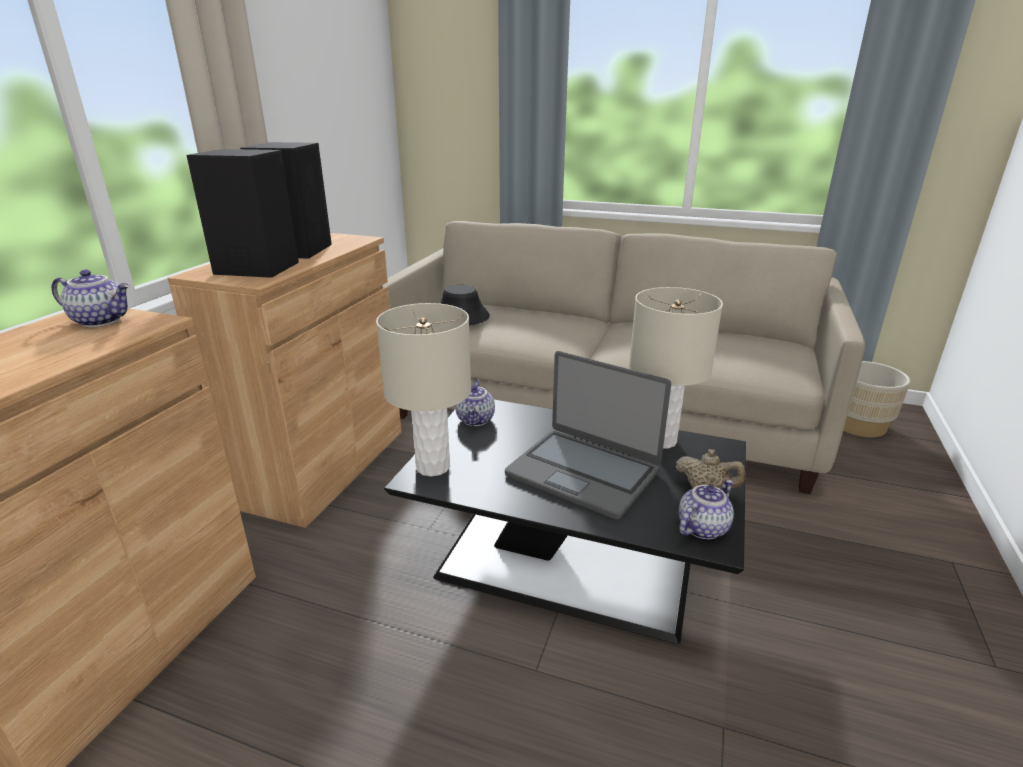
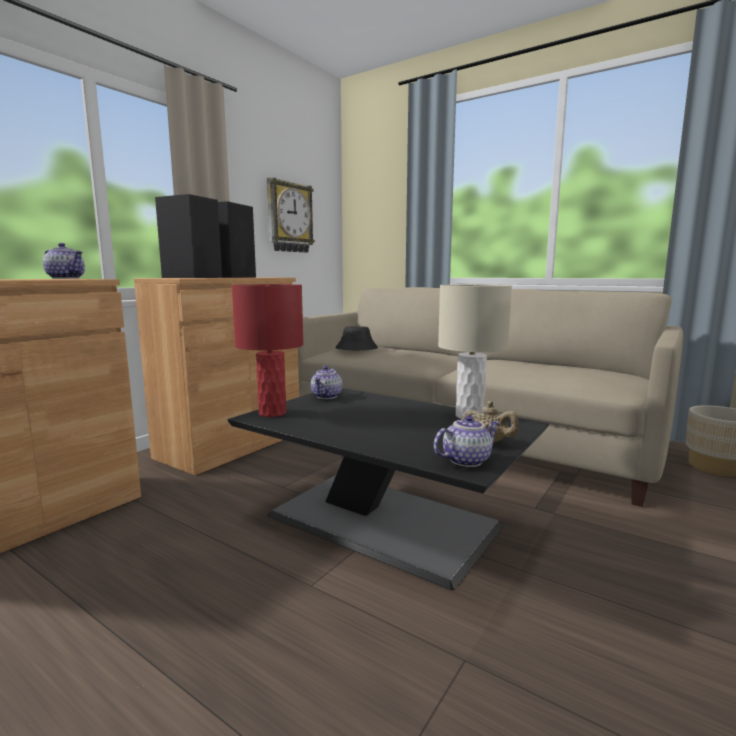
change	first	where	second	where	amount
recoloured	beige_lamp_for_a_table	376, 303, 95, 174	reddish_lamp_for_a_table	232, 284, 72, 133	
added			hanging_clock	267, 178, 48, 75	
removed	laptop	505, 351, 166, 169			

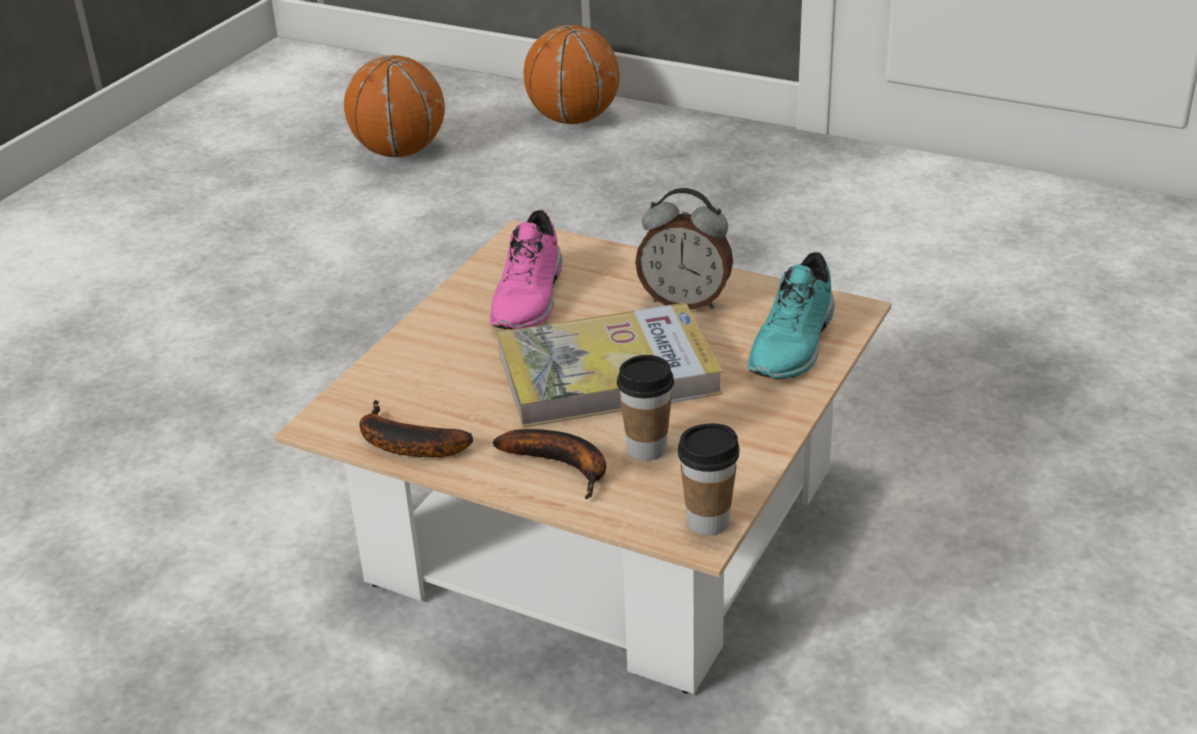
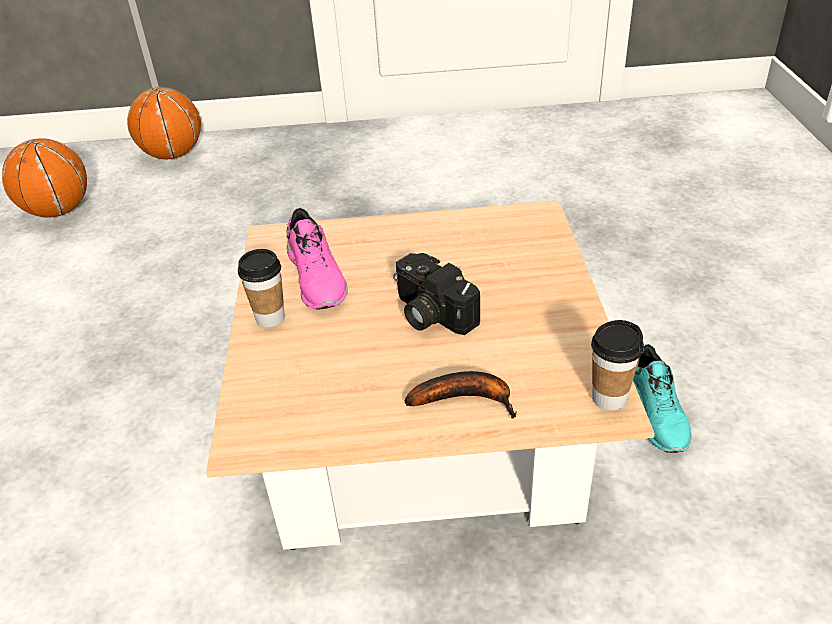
change	first	where	second	where	amount
moved	drinking_cup	617, 355, 57, 106		238, 249, 47, 79	
replaced	bound_book	498, 303, 225, 125	photo_camera	393, 253, 87, 82	
moved	turquoise-coloured_low_shoe	748, 252, 87, 127		633, 344, 59, 109	
removed	banana	359, 400, 114, 57			
removed	bedside_clock	635, 188, 98, 121			

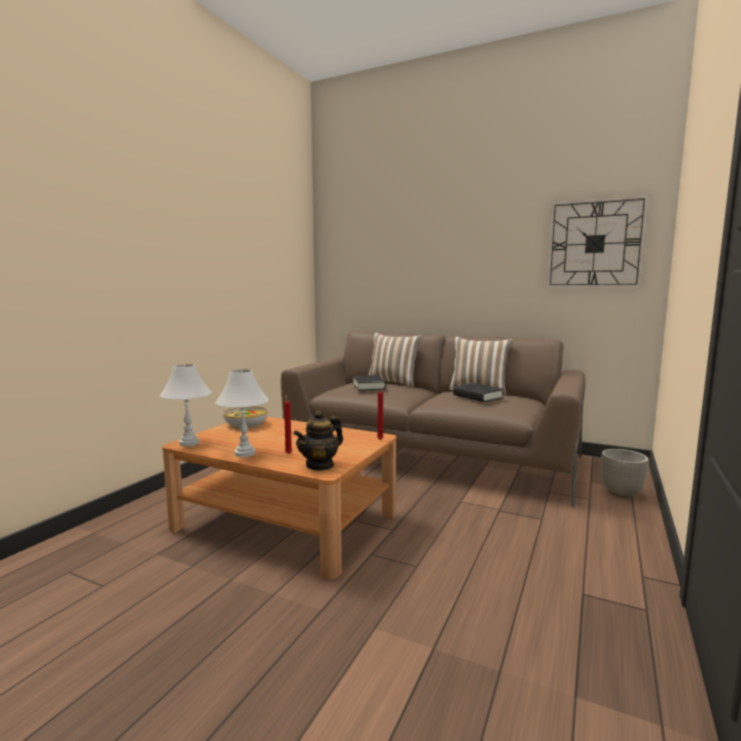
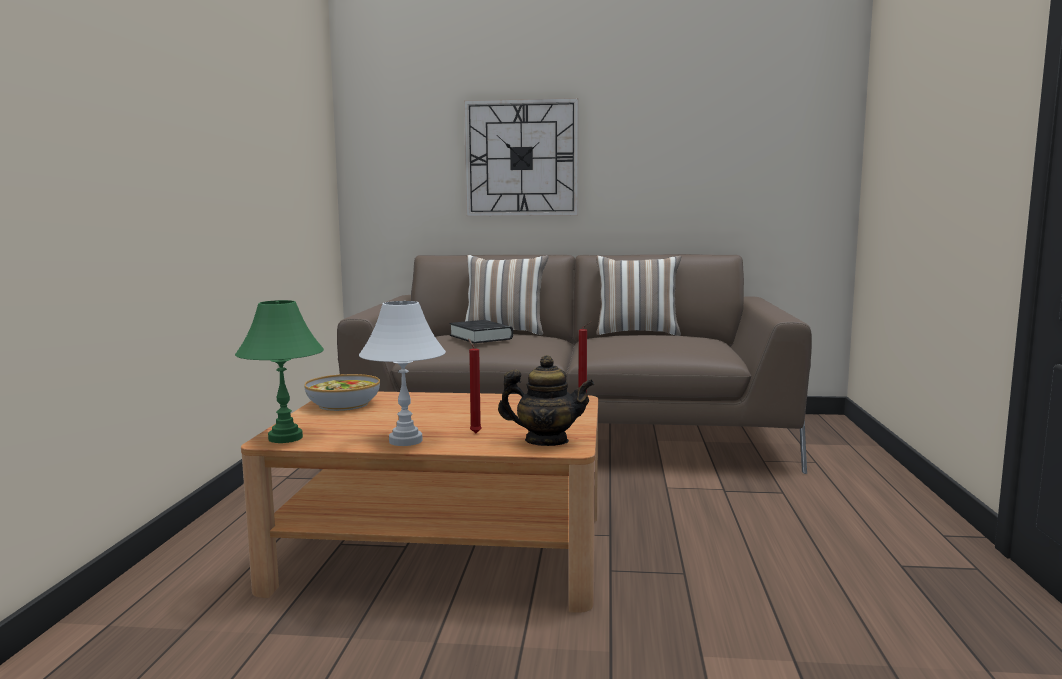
change	first	where	second	where	amount
recoloured	whitish_lamp_for_a_table	160, 364, 52, 82	greenish_lamp_for_a_table	235, 300, 89, 143	
moved	hanging_clock	546, 195, 103, 93		464, 98, 115, 118	
turned	pot_for_tea	293, 410, 50, 61		498, 355, 97, 91	105 degrees counterclockwise
removed	black-coloured_bound_book	453, 383, 50, 19			
removed	plant_pot	601, 449, 48, 49			

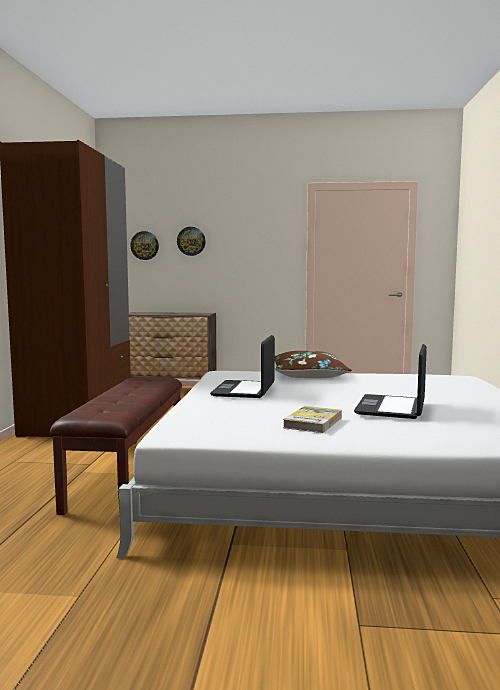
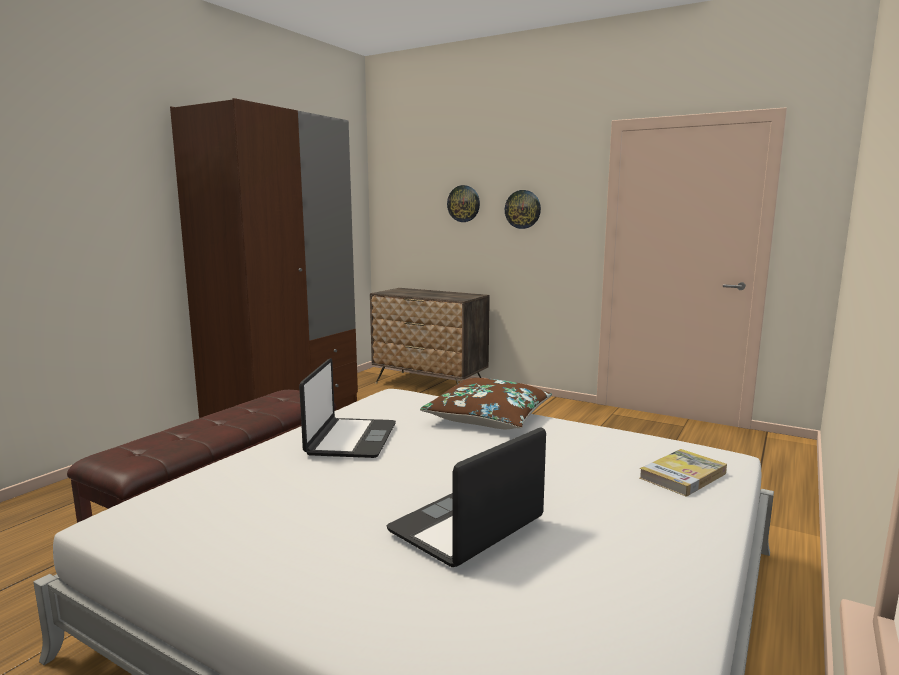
change	first	where	second	where	amount
turned	laptop	210, 335, 65, 63		299, 358, 97, 100	150 degrees clockwise
moved	hanging_clock	130, 231, 29, 29		505, 190, 36, 39	
moved	bound_book	283, 406, 59, 27		640, 449, 87, 48	

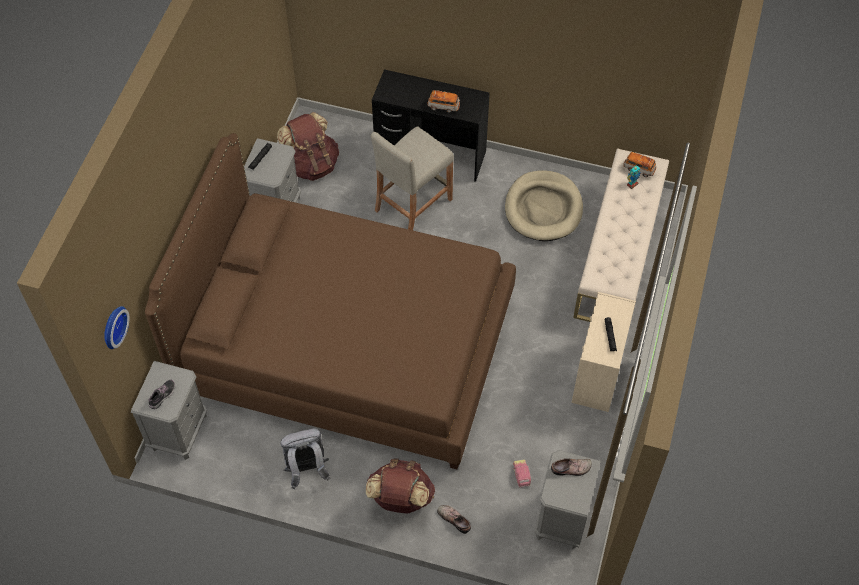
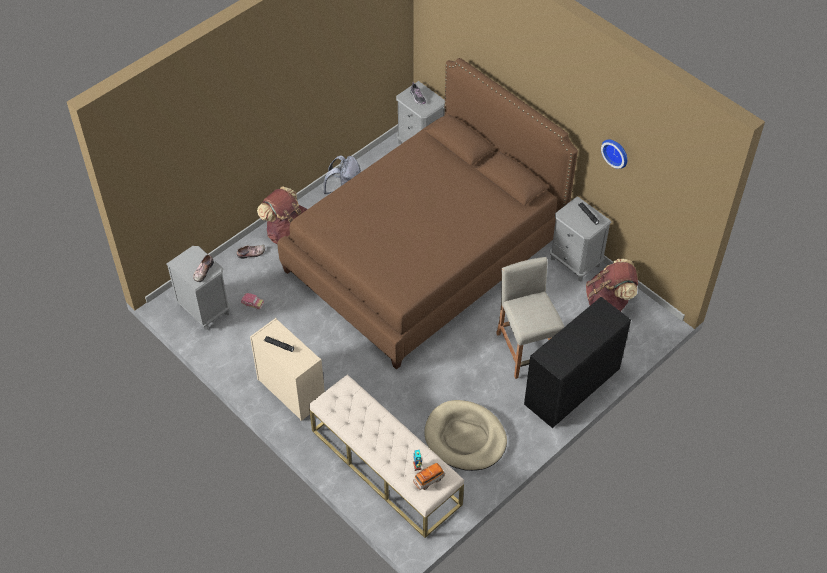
change	first	where	second	where	amount
moved	hanging_clock	104, 306, 25, 43		601, 139, 26, 30	
removed	miniature_car	427, 90, 33, 23			

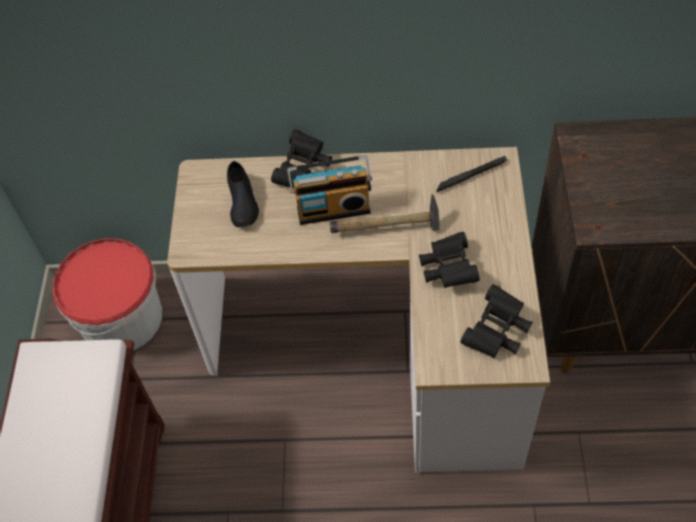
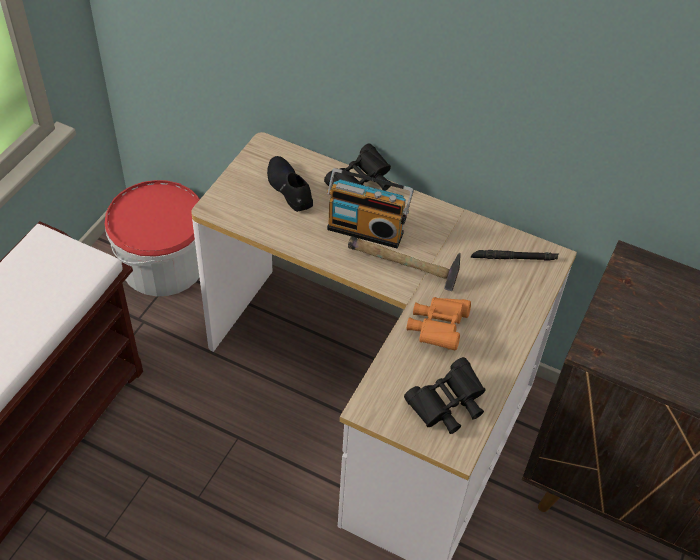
change	first	where	second	where	amount
turned	black-coloured_low_shoe	227, 161, 32, 66		267, 156, 46, 56	135 degrees clockwise
recoloured	black-coloured_binoculars	419, 232, 61, 56	orange_binoculars	407, 297, 64, 53	

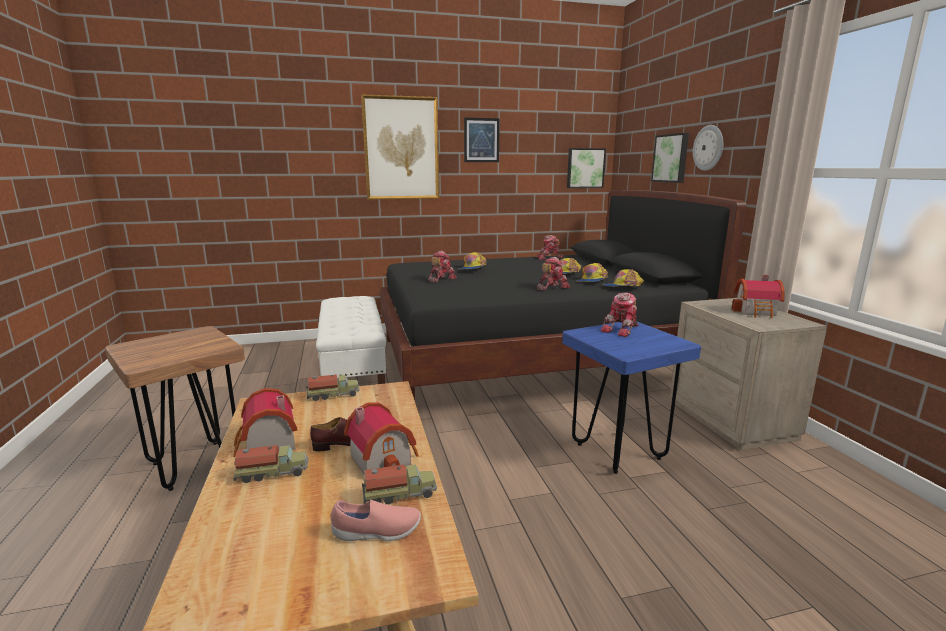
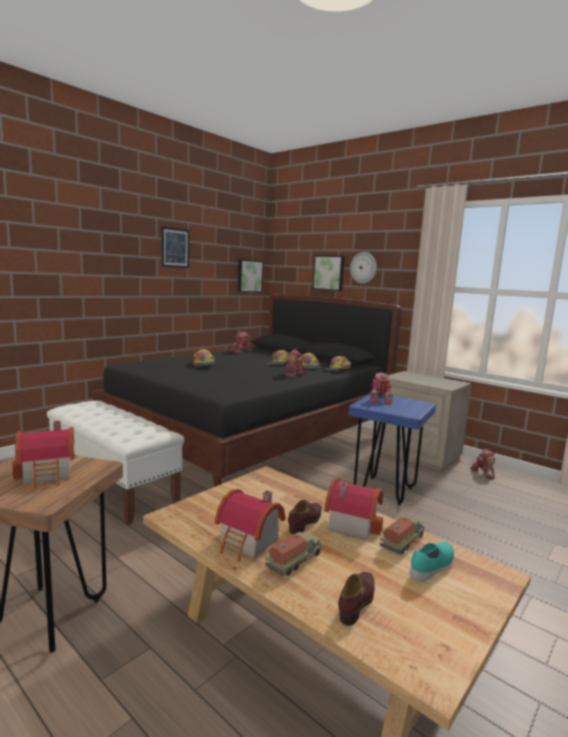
change	first	where	second	where	amount
moved	miniature_house	731, 275, 54, 43		12, 420, 62, 68	
added			brownish_low_shoe	338, 572, 37, 54	
recoloured	pink_low_shoe	331, 500, 90, 41	turquoise-coloured_low_shoe	409, 541, 45, 40	
moved	robot_figure	428, 251, 29, 32		470, 449, 25, 31	
removed	toy_lorry	306, 374, 54, 27			
removed	picture	361, 94, 78, 106			

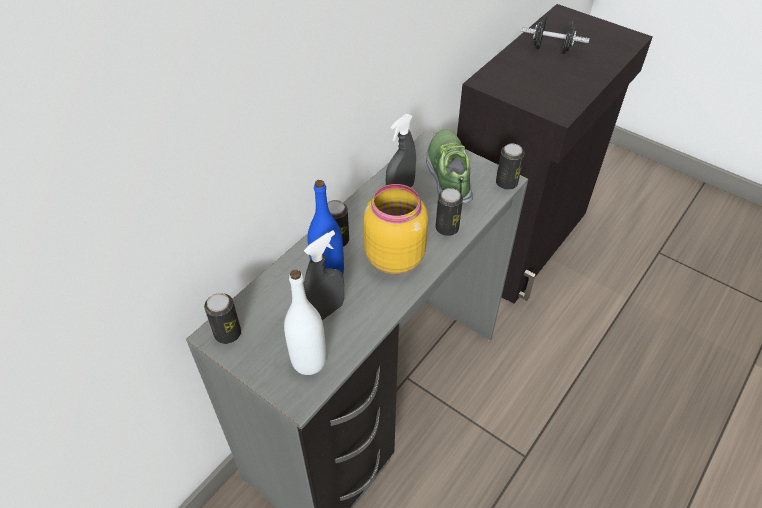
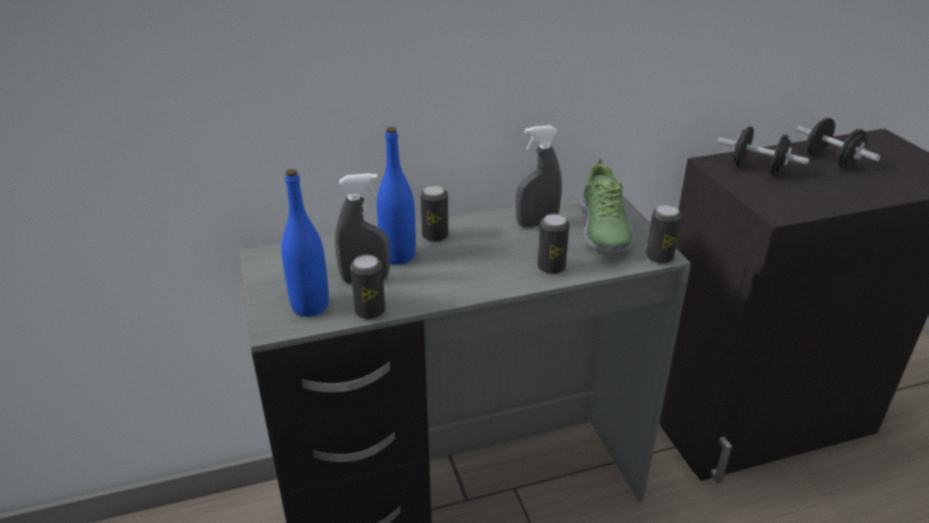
change	first	where	second	where	amount
recoloured	whitish_bottle	284, 270, 42, 105	bluish_bottle	281, 169, 48, 148	
moved	sealed_can	204, 293, 37, 51		350, 255, 35, 65	
turned	low_shoe	426, 129, 47, 75		579, 159, 55, 94	150 degrees clockwise
added			black-coloured_dumbbell	717, 127, 92, 48	
removed	yellowish_storage_jar	364, 184, 64, 90			

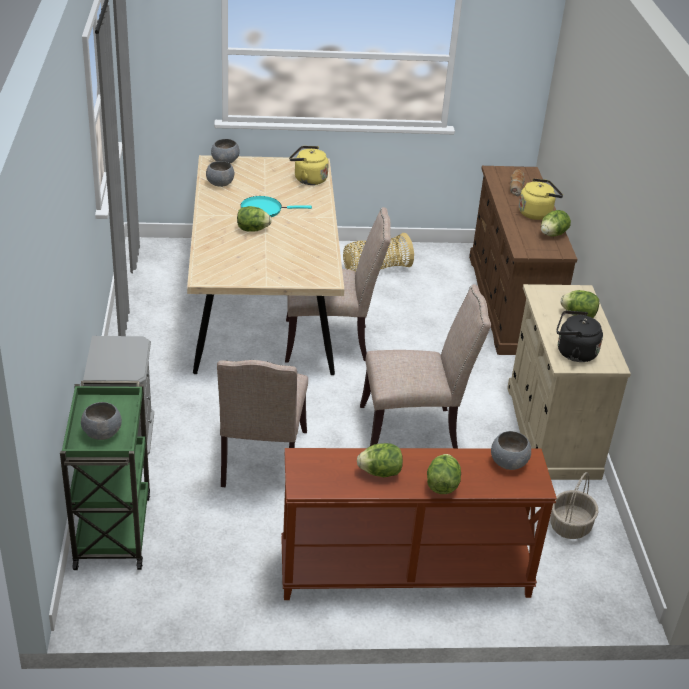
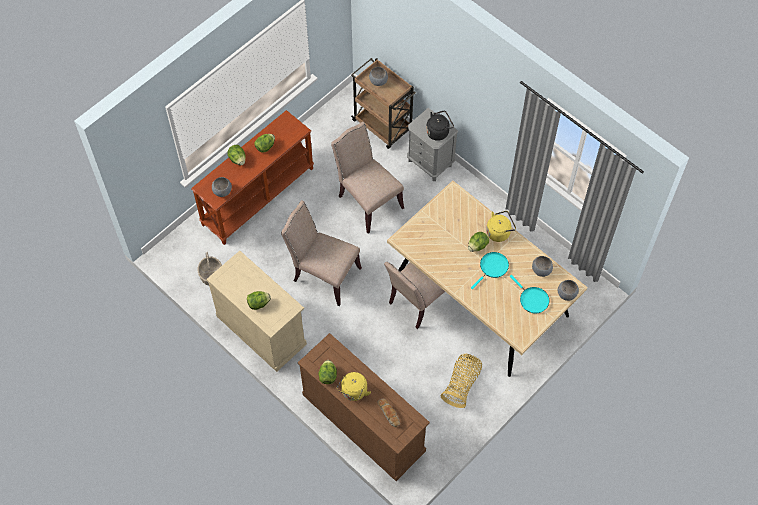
change	first	where	second	where	amount
turned	beige_upright_chair	360, 284, 131, 164		281, 201, 81, 105	75 degrees clockwise
recoloured	greenish_trolley	60, 381, 90, 189	brownish_trolley	351, 58, 65, 91	
moved	black-coloured_tea_kettle	556, 311, 47, 51		426, 110, 28, 31	
moved	yellowish_tea_kettle	289, 146, 40, 39		486, 211, 30, 31	
added			turquoise-coloured_pan	510, 275, 39, 38	

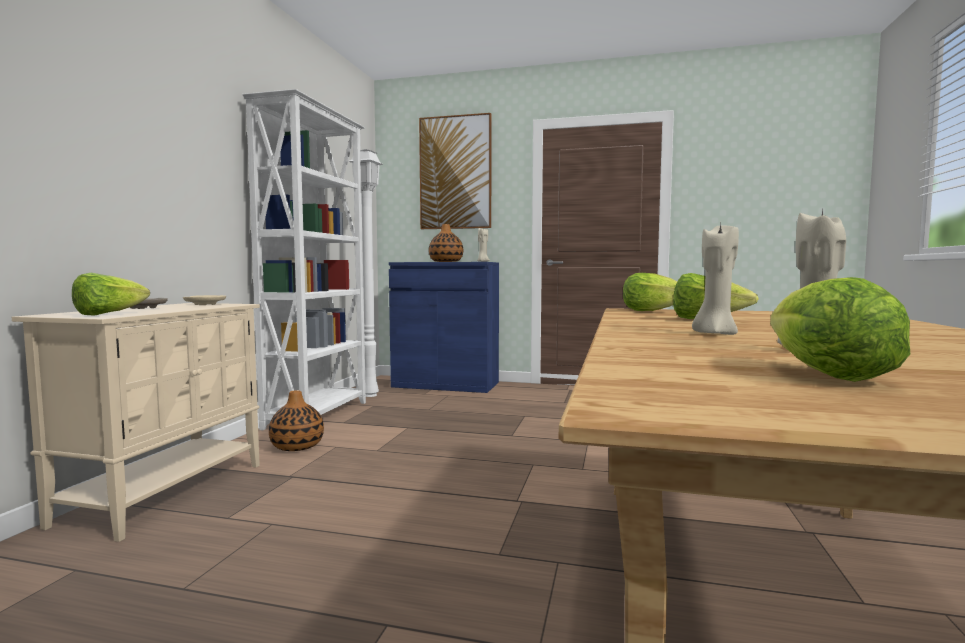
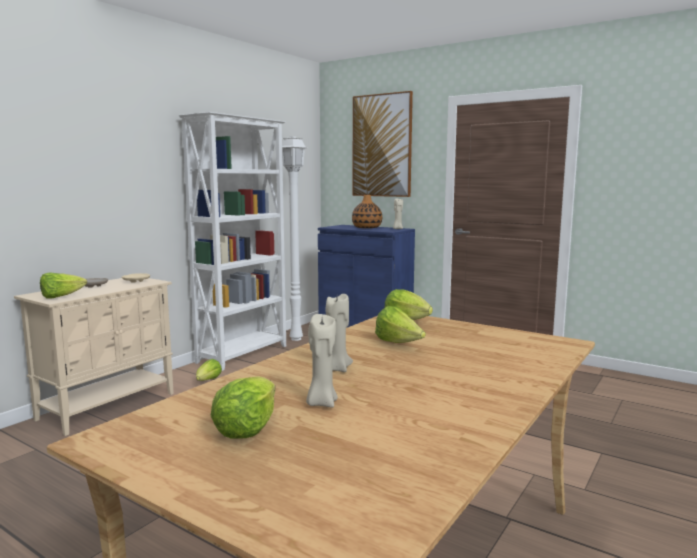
change	first	where	second	where	amount
replaced	vase	269, 390, 55, 61	lettuce_head	196, 359, 26, 22	

